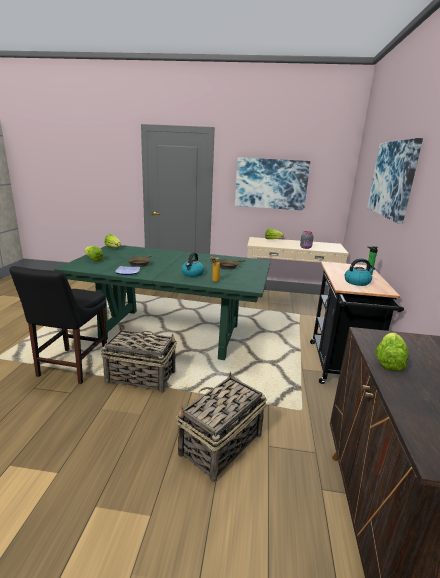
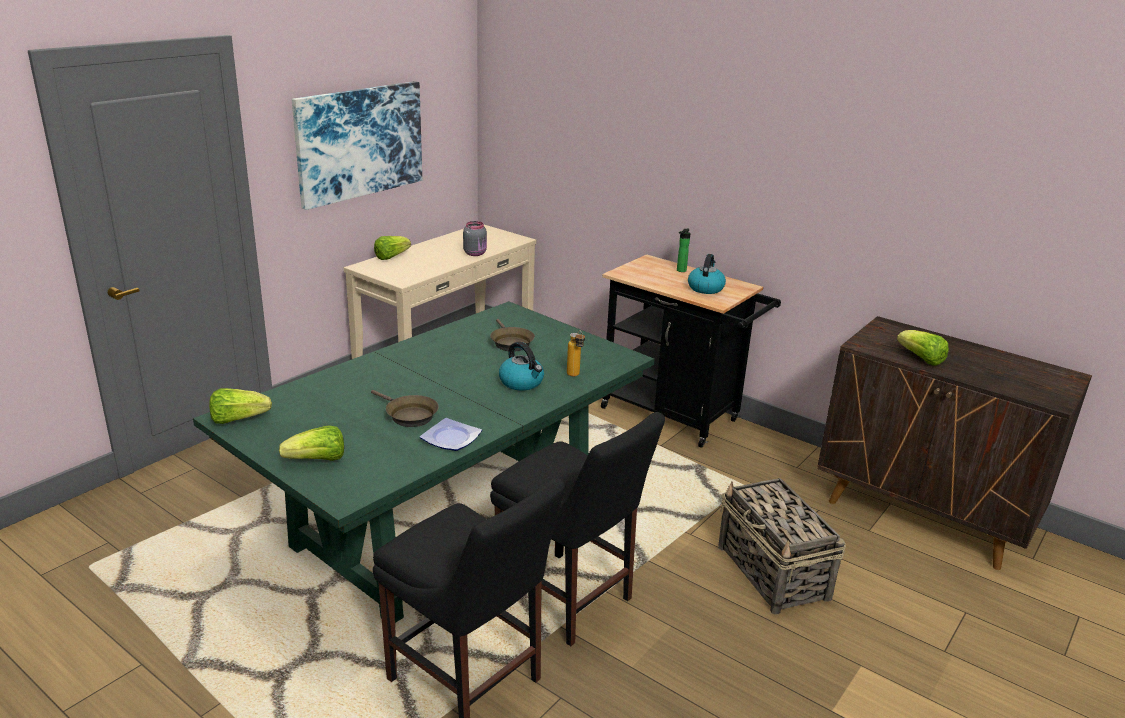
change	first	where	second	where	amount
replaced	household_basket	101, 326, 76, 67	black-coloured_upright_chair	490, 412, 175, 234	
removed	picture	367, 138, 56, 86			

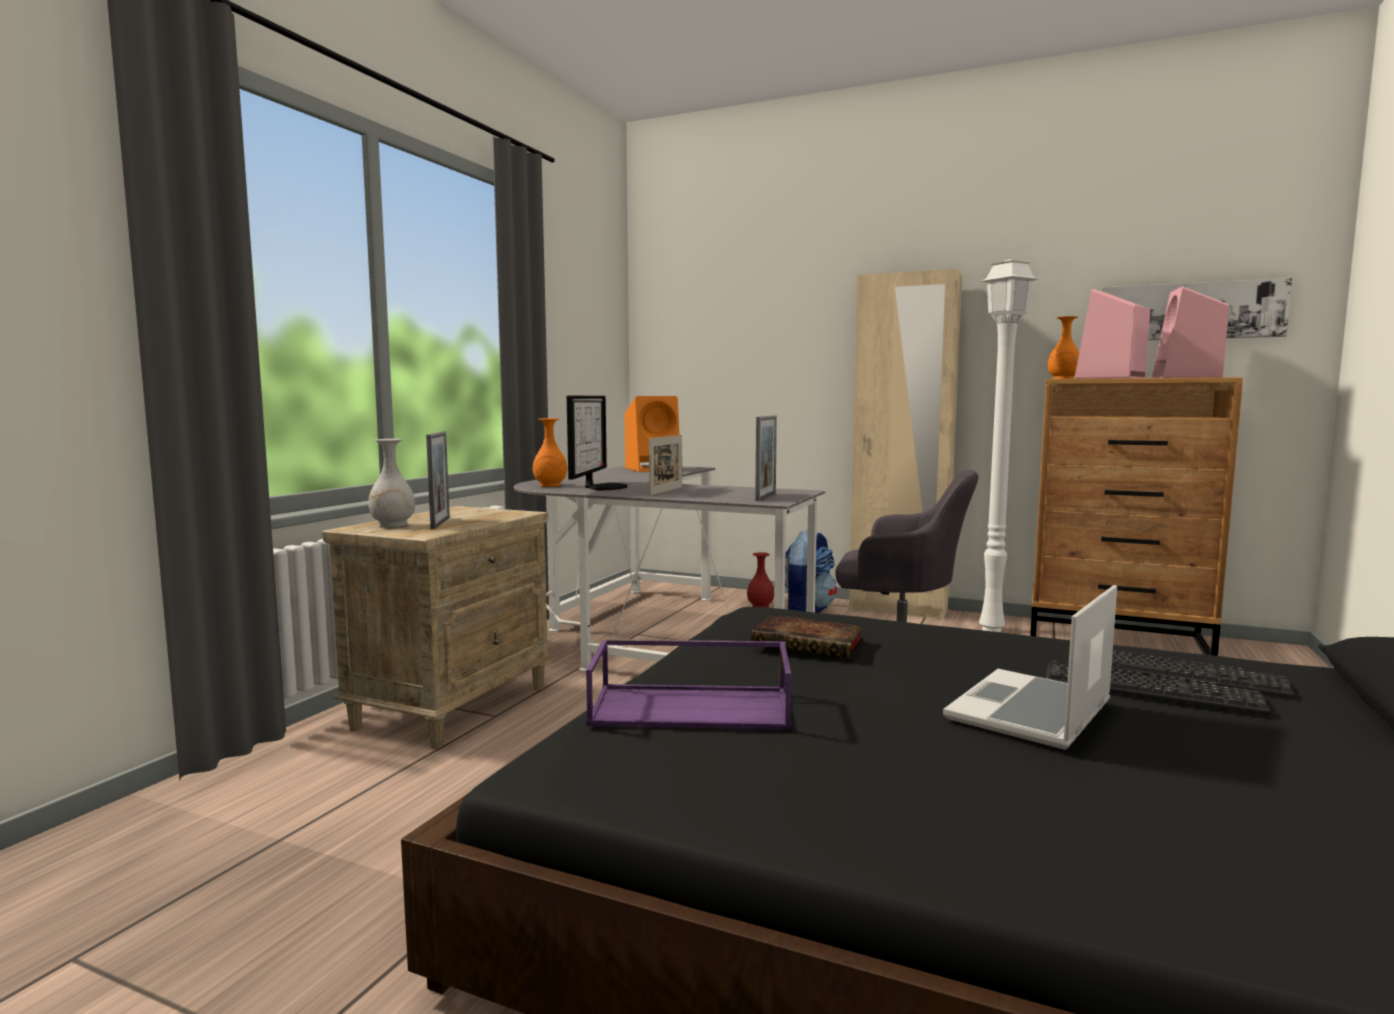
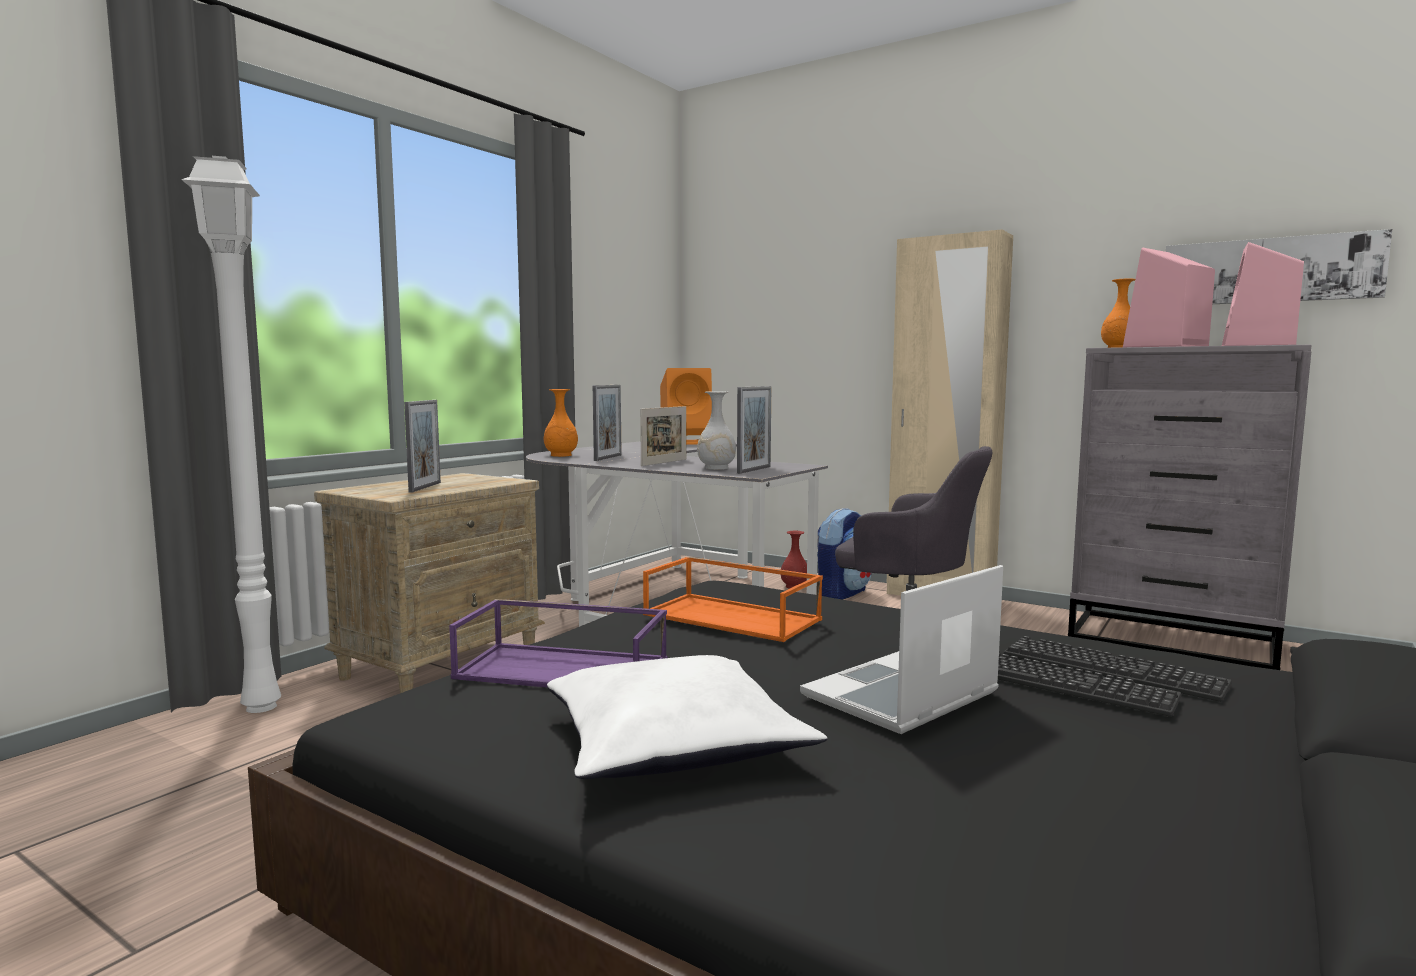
change	first	where	second	where	amount
moved	whitish_standing_lamp	979, 259, 59, 373		181, 156, 100, 557	
added			whitish_cushion	547, 655, 280, 124	
replaced	computer_screen	567, 396, 60, 94	standing_frame	593, 385, 29, 76	
replaced	bound_book	751, 615, 113, 43	orange_serving_tray	643, 557, 180, 85	
moved	whitish_vase	368, 439, 47, 88		697, 391, 39, 79	
recoloured	brownish_chest_of_drawers	1030, 377, 213, 279	gray_chest_of_drawers	1068, 345, 243, 325	

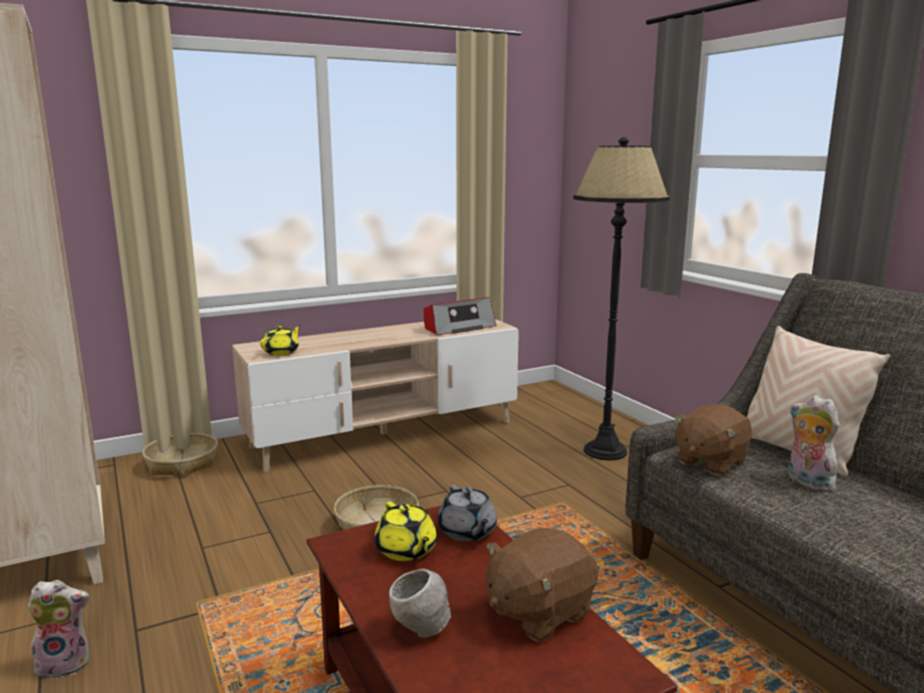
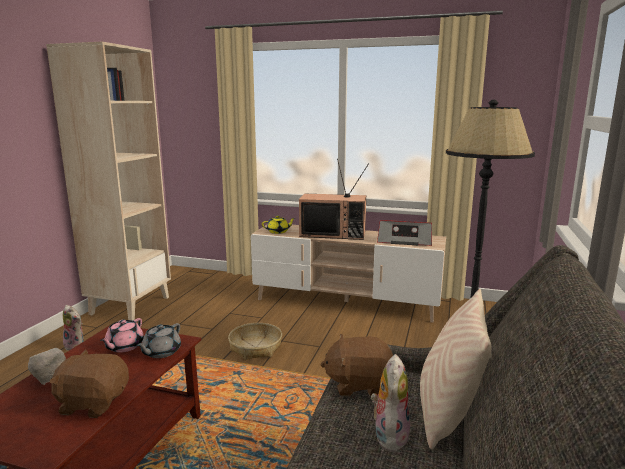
change	first	where	second	where	amount
recoloured	yellowish_pot_for_tea	374, 502, 63, 59	pink_pot_for_tea	100, 318, 44, 35	
added			TV_set	299, 159, 70, 81	
removed	household_basket	142, 433, 76, 45			

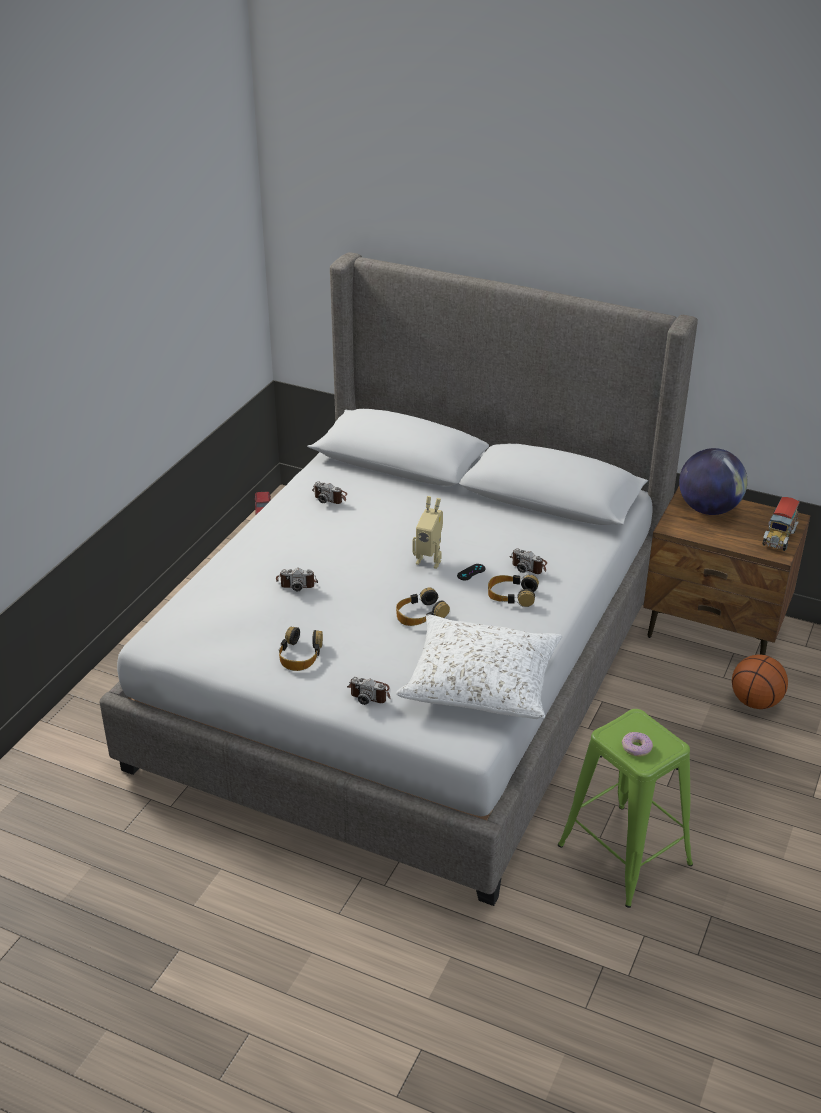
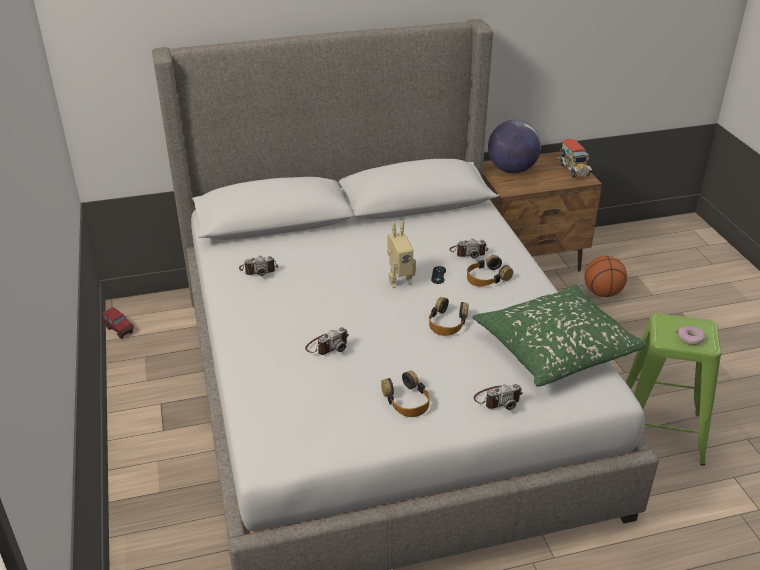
change	first	where	second	where	amount
recoloured	whitish_cushion	396, 614, 166, 105	greenish_cushion	472, 284, 176, 103	

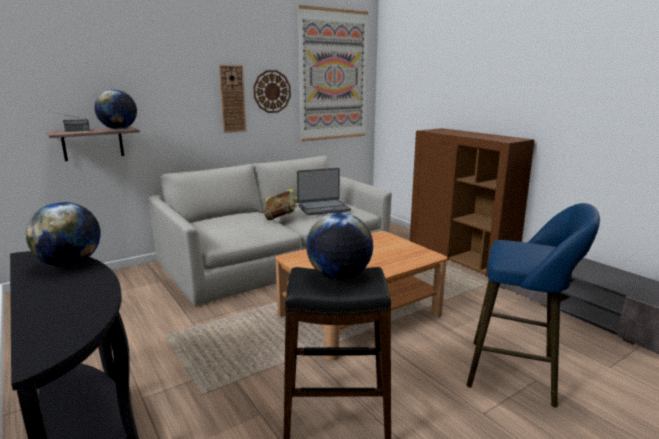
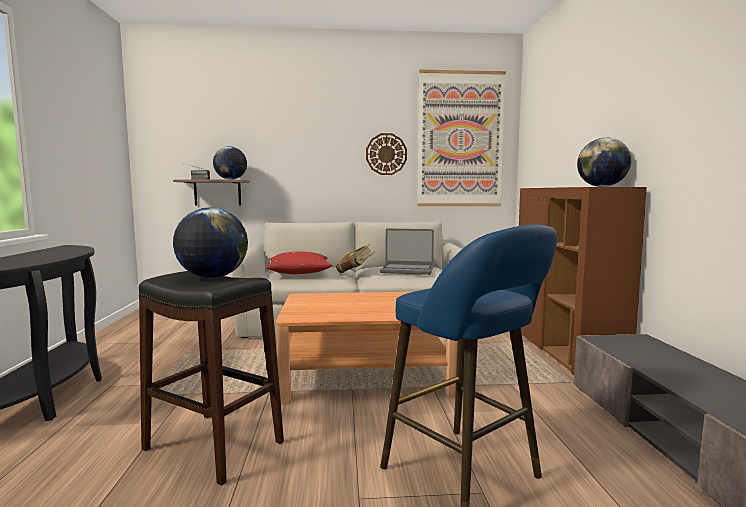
change	first	where	second	where	amount
added			reddish_cushion	266, 251, 66, 23	
moved	globe	26, 202, 75, 65		577, 138, 54, 49	
removed	hanging_clock	219, 65, 27, 68			

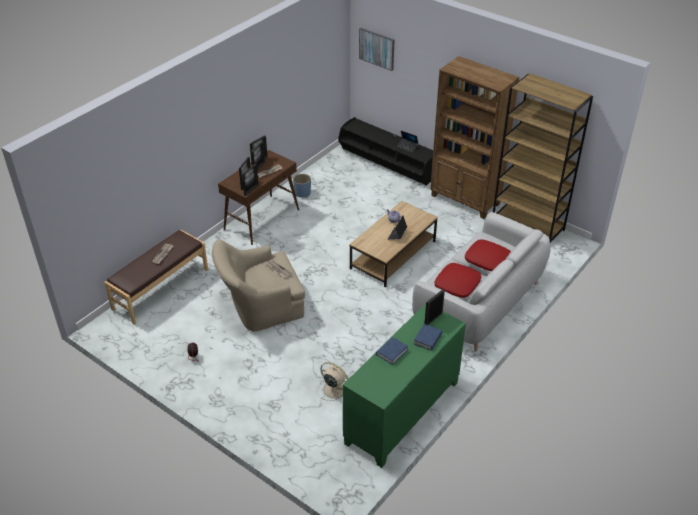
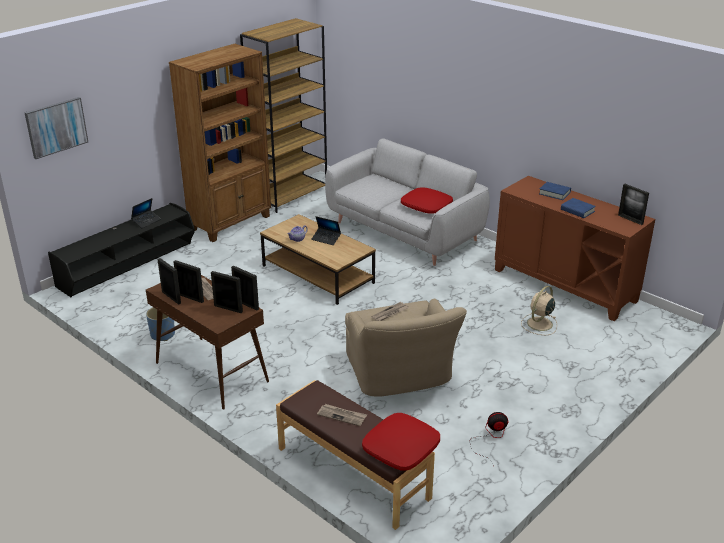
change	first	where	second	where	amount
moved	reddish_cushion	465, 239, 46, 32		362, 413, 78, 58	
recoloured	greenish_storage_cabinet	343, 303, 123, 165	brownish_storage_cabinet	495, 176, 160, 145	
moved	standing_frame	424, 289, 21, 36		618, 184, 31, 41	

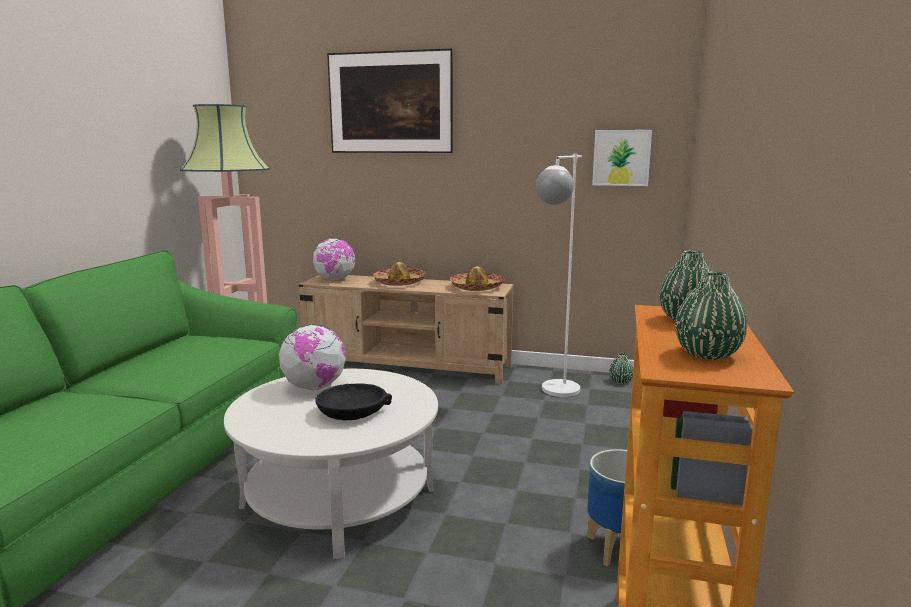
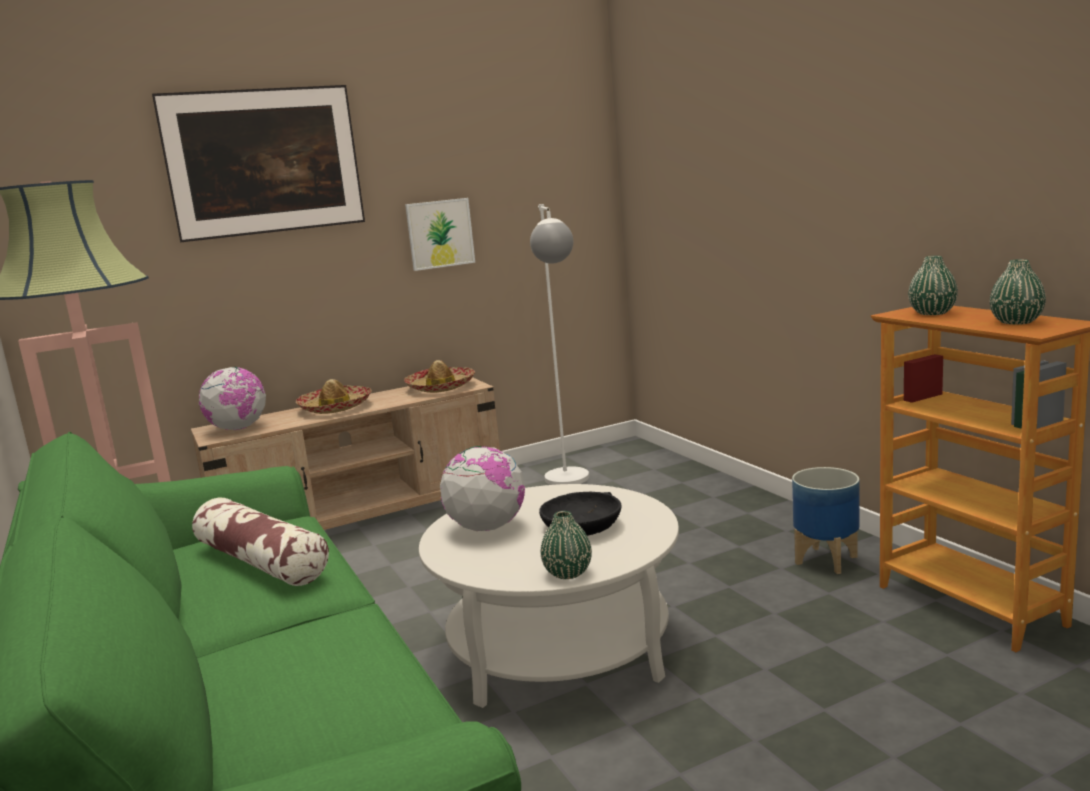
change	first	where	second	where	amount
added			cushion	192, 498, 137, 88	
moved	picture	592, 130, 60, 56		405, 198, 70, 73	
moved	greenish_vase	609, 353, 24, 31		540, 511, 52, 68	

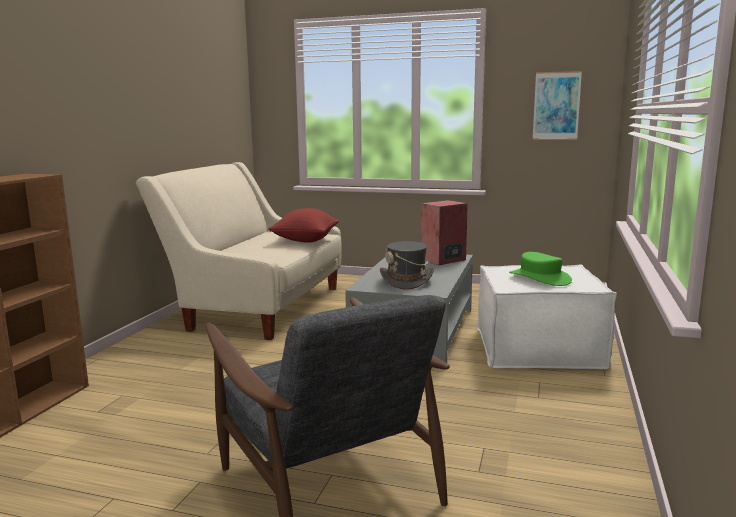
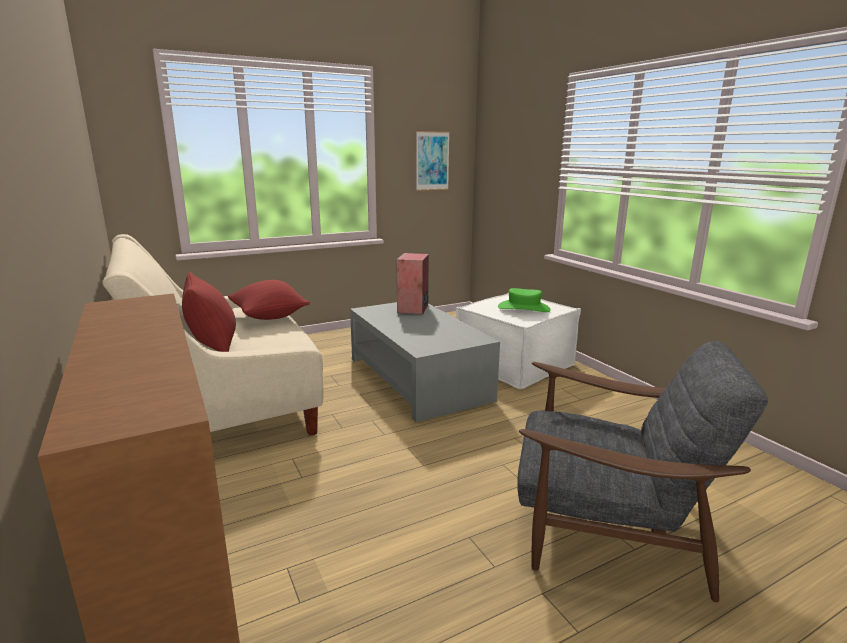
change	first	where	second	where	amount
added			reddish_cushion	182, 272, 54, 80	
removed	gray_clothing_hat	380, 241, 54, 49			

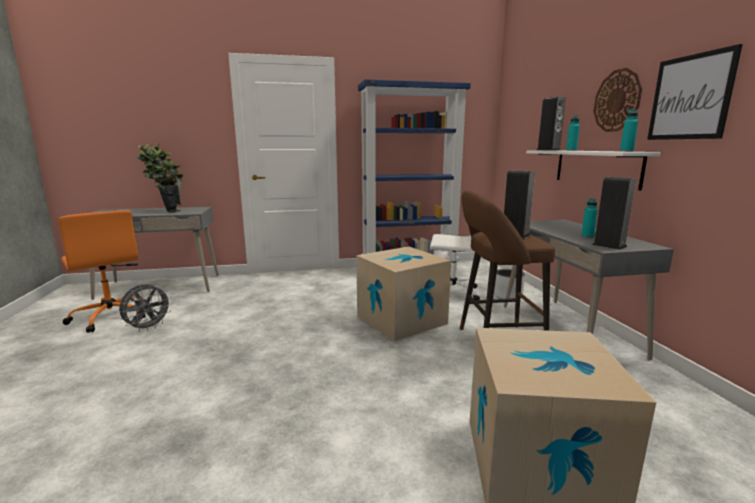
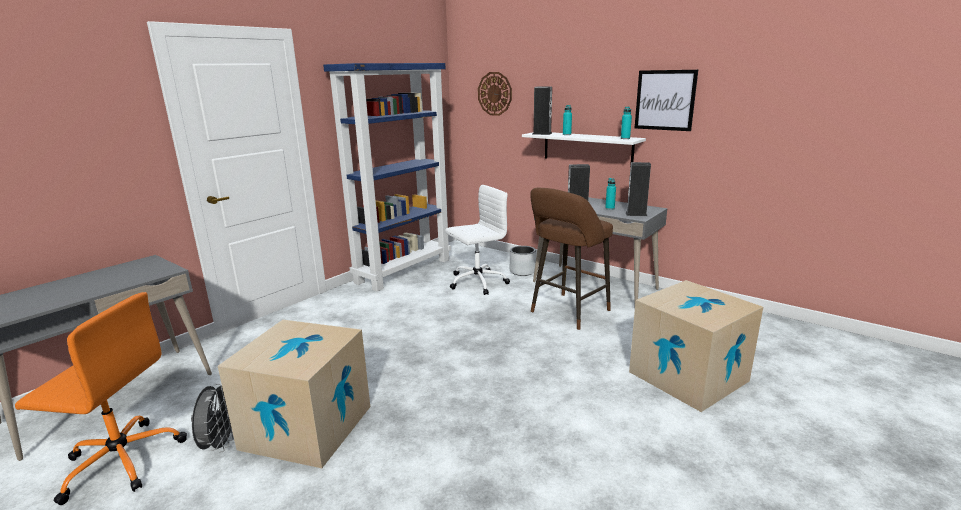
change	first	where	second	where	amount
moved	cardboard_box	356, 246, 95, 95		218, 320, 152, 148	
moved	hanging_clock	594, 68, 48, 64		478, 72, 34, 44	
removed	houseplant	137, 143, 46, 70			

